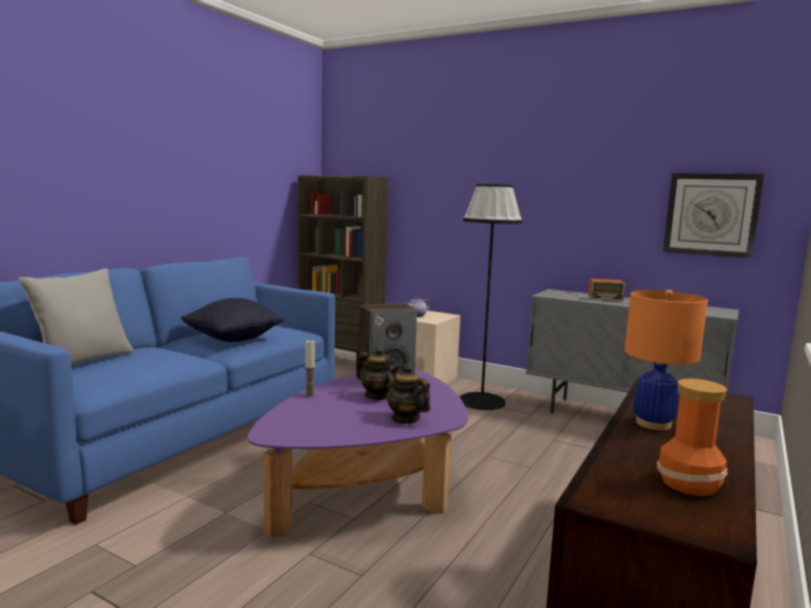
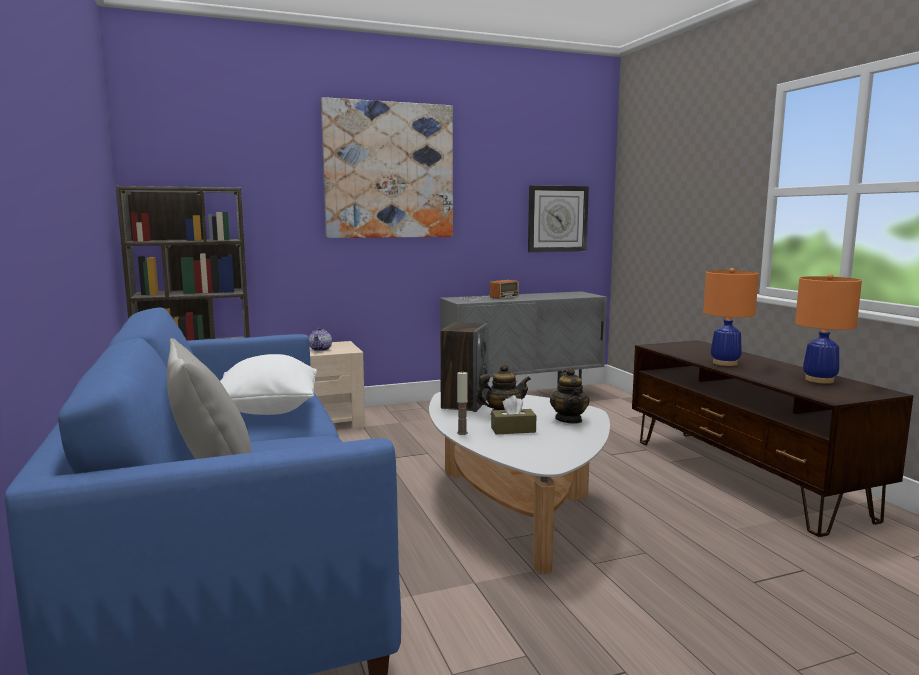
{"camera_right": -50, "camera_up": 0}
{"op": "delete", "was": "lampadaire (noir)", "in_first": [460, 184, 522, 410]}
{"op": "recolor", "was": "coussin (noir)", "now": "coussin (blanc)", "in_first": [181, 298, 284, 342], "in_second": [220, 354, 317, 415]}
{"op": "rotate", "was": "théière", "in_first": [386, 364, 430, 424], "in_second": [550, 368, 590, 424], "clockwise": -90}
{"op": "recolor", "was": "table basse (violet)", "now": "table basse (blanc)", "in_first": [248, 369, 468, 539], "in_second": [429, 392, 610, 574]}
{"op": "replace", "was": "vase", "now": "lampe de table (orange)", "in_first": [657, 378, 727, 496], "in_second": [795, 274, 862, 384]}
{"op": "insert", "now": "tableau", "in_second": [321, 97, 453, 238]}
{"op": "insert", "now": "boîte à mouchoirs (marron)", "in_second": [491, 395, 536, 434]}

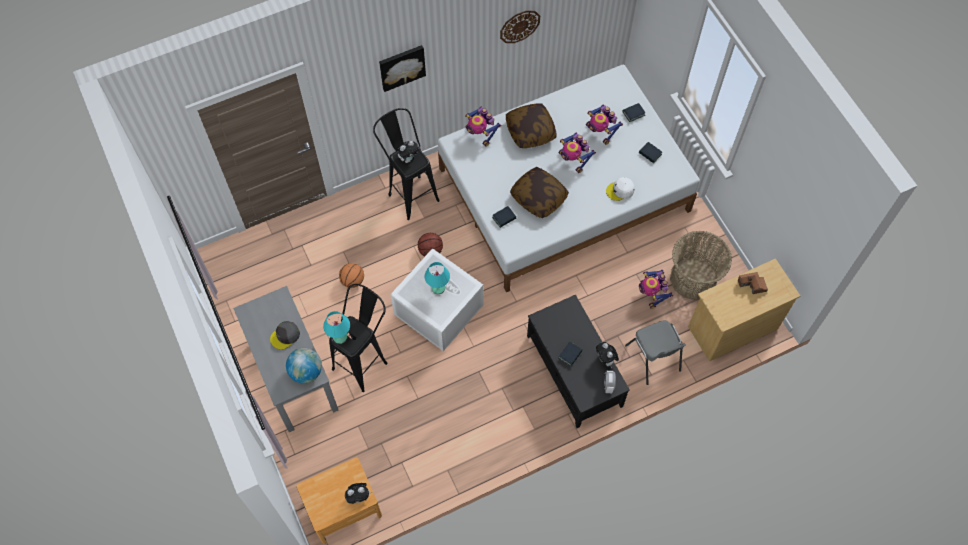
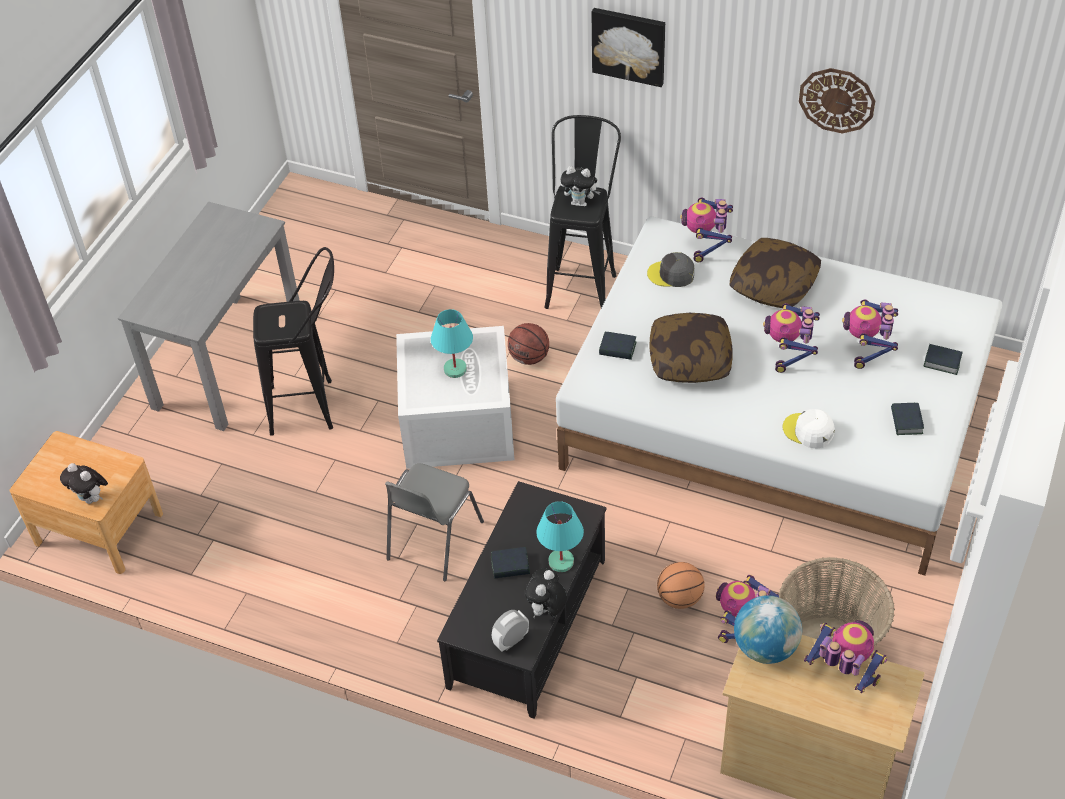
{"camera_right": 50, "camera_up": -15}
{"op": "move", "was": "ballon de basket", "in_first": [339, 263, 364, 288], "in_second": [657, 562, 705, 609]}
{"op": "replace", "was": "maison miniature", "now": "robot jouet", "in_first": [738, 272, 768, 294], "in_second": [804, 620, 887, 693]}
{"op": "move", "was": "lampe de table (turquoise)", "in_first": [323, 311, 350, 344], "in_second": [536, 501, 584, 572]}
{"op": "move", "was": "chaise (gris)", "in_first": [625, 320, 686, 385], "in_second": [385, 463, 484, 581]}
{"op": "move", "was": "casquette (gris)", "in_first": [270, 321, 300, 349], "in_second": [647, 252, 694, 287]}
{"op": "move", "was": "globe", "in_first": [286, 348, 322, 383], "in_second": [734, 595, 802, 664]}

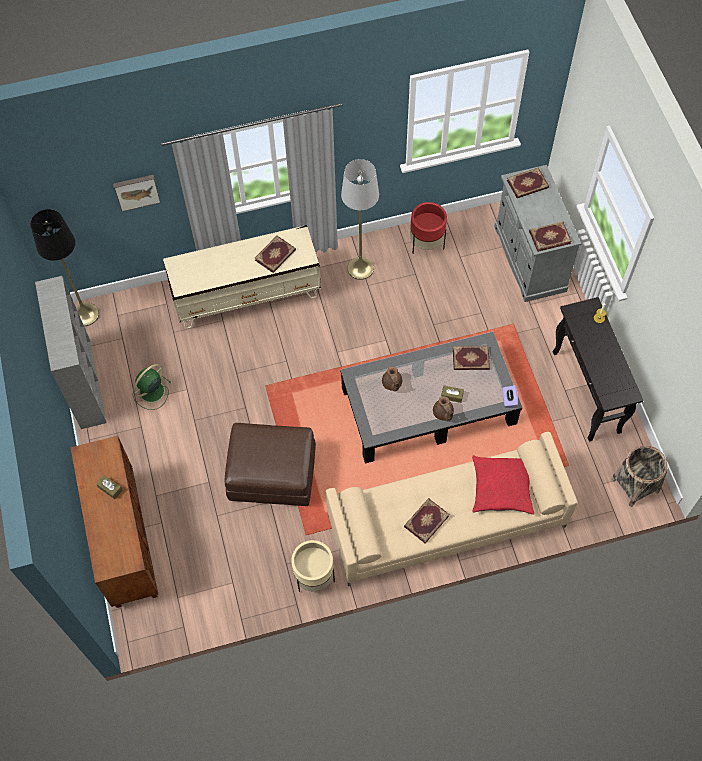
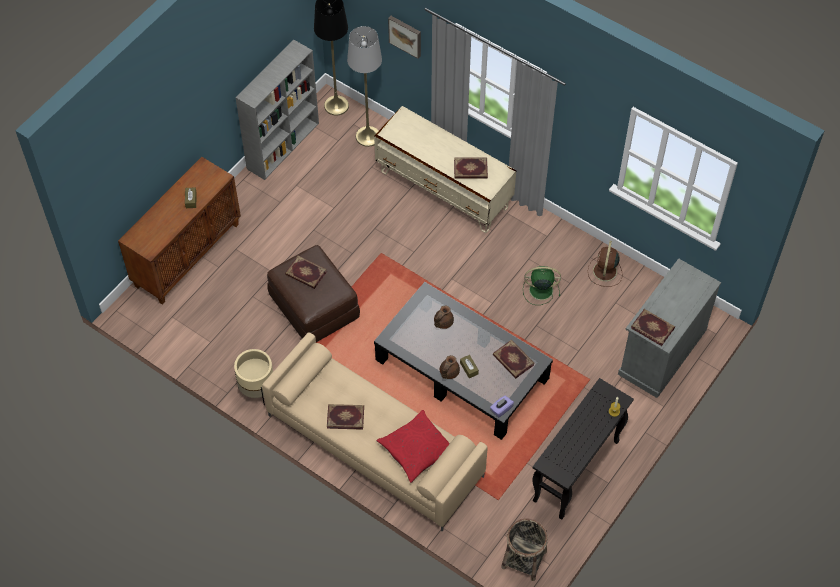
{"camera_right": 50, "camera_up": -5}
{"op": "move", "was": "lampadaire (gris)", "in_first": [341, 159, 379, 280], "in_second": [347, 26, 382, 147]}
{"op": "move", "was": "livre", "in_first": [507, 167, 549, 198], "in_second": [285, 255, 327, 289]}
{"op": "replace", "was": "cache-pot (rouge)", "now": "ventilateur (marron)", "in_first": [410, 202, 447, 253], "in_second": [588, 241, 623, 287]}
{"op": "move", "was": "ventilateur (vert)", "in_first": [133, 364, 171, 410], "in_second": [523, 266, 561, 305]}

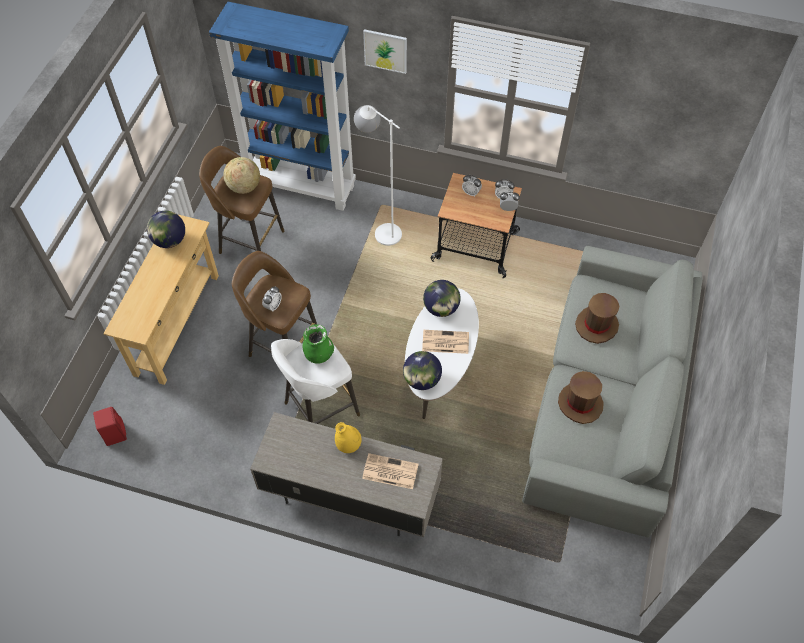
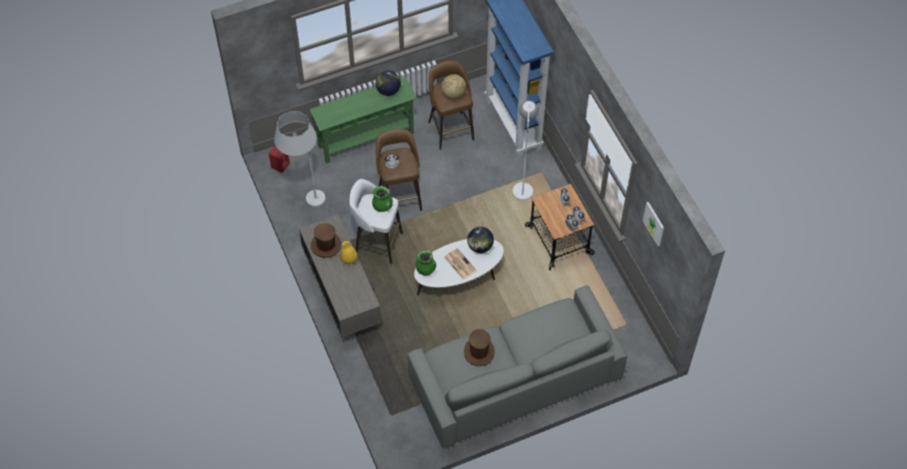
{"camera_right": 50, "camera_up": 0}
{"op": "move", "was": "tableau", "in_first": [363, 29, 407, 74], "in_second": [643, 202, 664, 246]}
{"op": "recolor", "was": "table console (beige)", "now": "table console (vert)", "in_first": [103, 214, 219, 385], "in_second": [309, 77, 417, 164]}
{"op": "move", "was": "chapeau (marron)", "in_first": [575, 293, 619, 344], "in_second": [311, 223, 341, 258]}
{"op": "replace", "was": "globe", "now": "vase (vert)", "in_first": [403, 351, 442, 390], "in_second": [416, 250, 436, 275]}
{"op": "delete", "was": "journal", "in_first": [362, 453, 418, 489]}
{"op": "insert", "now": "lampadaire (blanc)", "in_second": [274, 111, 325, 207]}

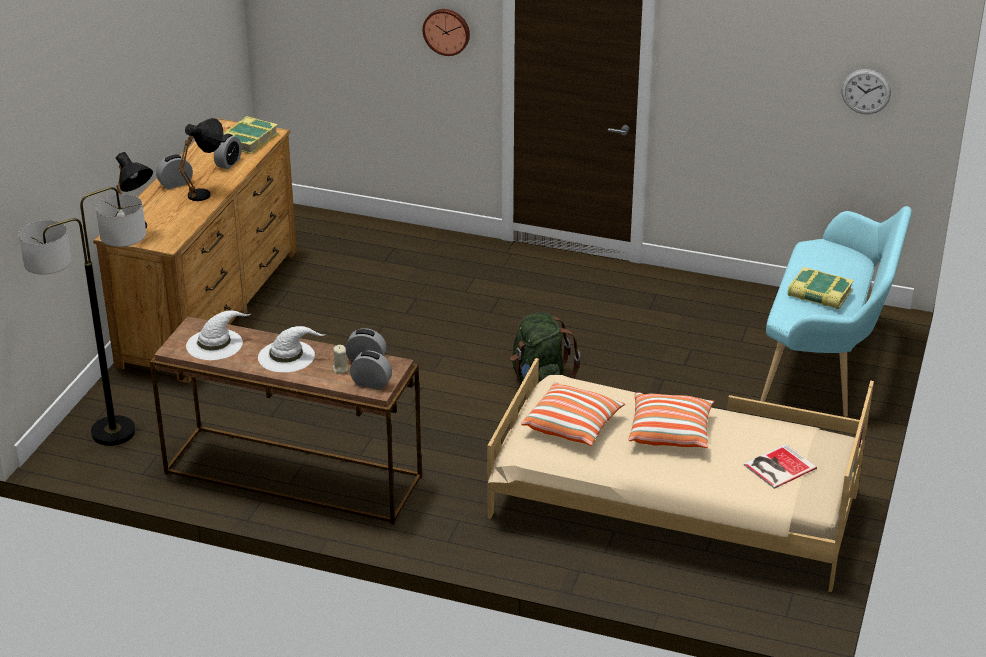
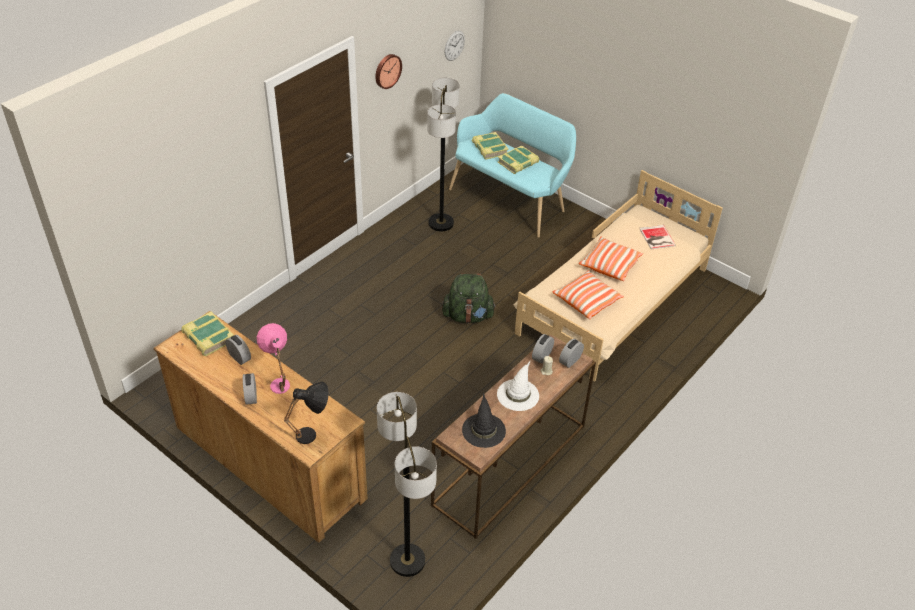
{"camera_right": -70, "camera_up": 10}
{"op": "move", "was": "horloge murale", "in_first": [423, 9, 470, 56], "in_second": [375, 54, 402, 89]}
{"op": "recolor", "was": "lampe de table (noir)", "now": "lampe de table (rose)", "in_first": [179, 118, 223, 201], "in_second": [257, 323, 290, 394]}
{"op": "recolor", "was": "chapeau (blanc)", "now": "chapeau (noir)", "in_first": [186, 310, 252, 360], "in_second": [462, 393, 506, 448]}
{"op": "insert", "now": "lampadaire", "in_second": [427, 78, 460, 231]}
{"op": "insert", "now": "livre", "in_second": [472, 132, 509, 160]}

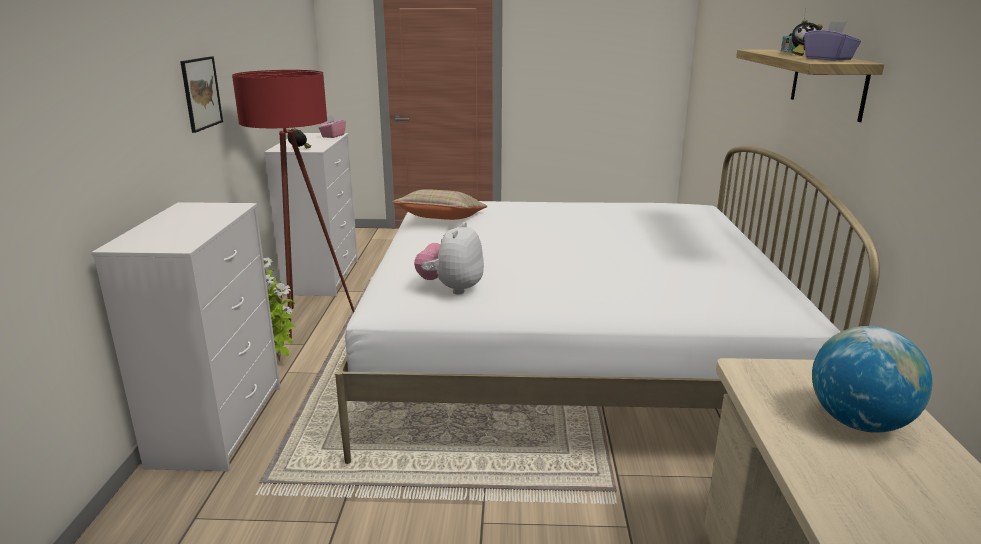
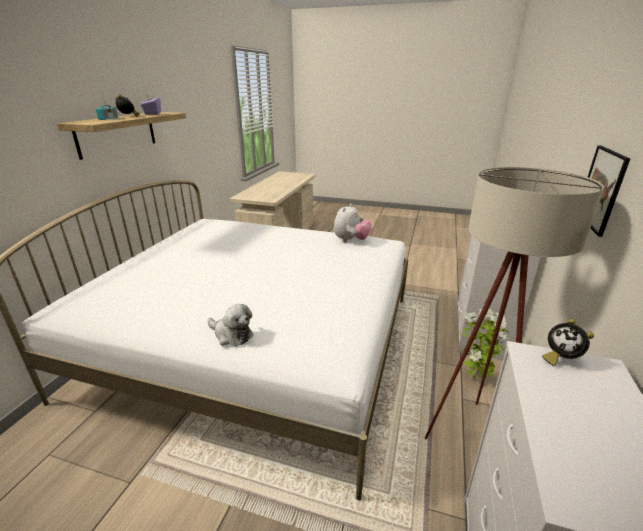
{"camera_right": -165, "camera_up": 5}
{"op": "recolor", "was": "lampadaire (rouge)", "now": "lampadaire (beige)", "in_first": [232, 70, 355, 339], "in_second": [425, 167, 604, 439]}
{"op": "delete", "was": "boîte à mouchoirs (rose)", "in_first": [318, 114, 346, 138]}
{"op": "delete", "was": "coussin (beige)", "in_first": [392, 189, 488, 220]}
{"op": "delete", "was": "globe", "in_first": [812, 326, 932, 433]}
{"op": "insert", "now": "peluche", "in_second": [207, 304, 254, 346]}

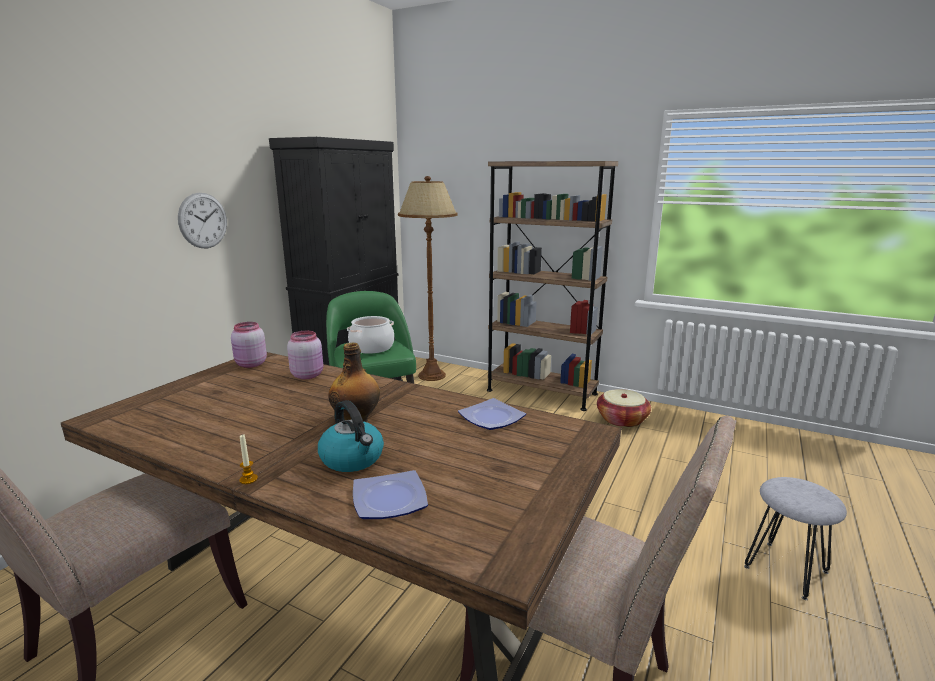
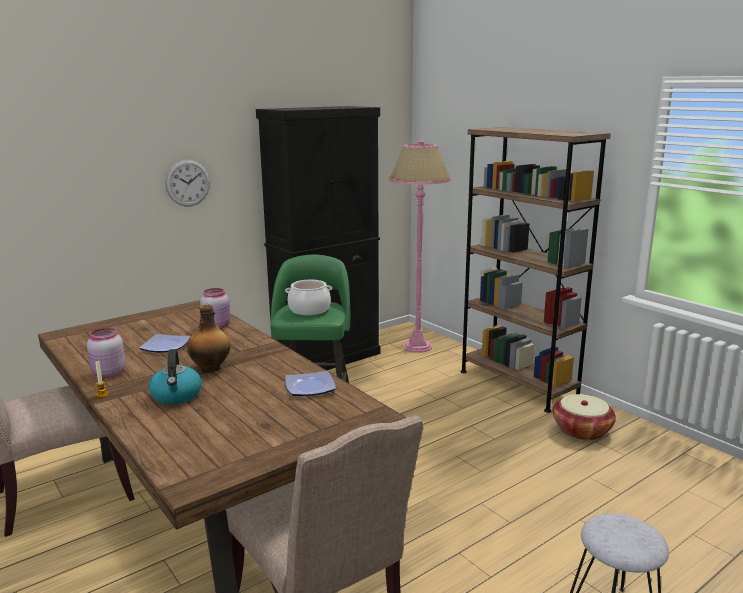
{"camera_right": 25, "camera_up": 0}
{"op": "recolor", "was": "lampadaire (marron)", "now": "lampadaire (rose)", "in_first": [398, 176, 458, 381], "in_second": [389, 140, 451, 353]}
{"op": "move", "was": "bocal (rose)", "in_first": [231, 322, 267, 368], "in_second": [87, 328, 126, 378]}
{"op": "move", "was": "assiette", "in_first": [353, 470, 428, 519], "in_second": [139, 334, 191, 353]}

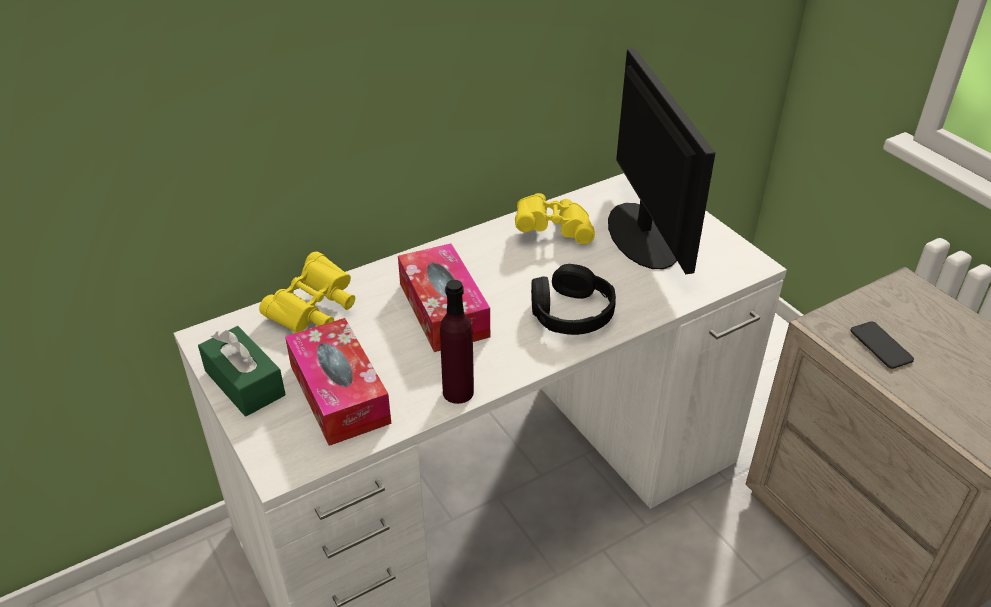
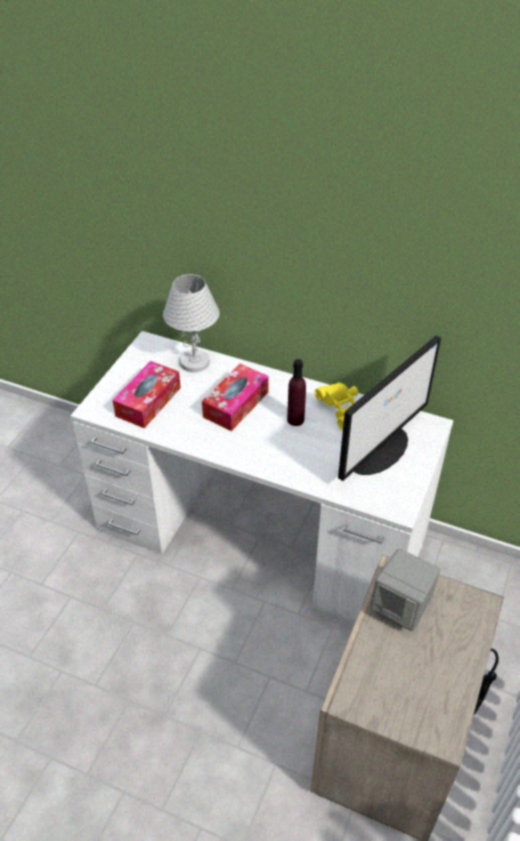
{"camera_right": 55, "camera_up": 5}
{"op": "replace", "was": "jumelles (jaune)", "now": "lampe de table (blanc)", "in_first": [259, 251, 355, 333], "in_second": [163, 274, 219, 373]}
{"op": "delete", "was": "casque audio (noir)", "in_first": [531, 264, 616, 335]}
{"op": "move", "was": "bouteille (violet)", "in_first": [440, 280, 474, 404], "in_second": [287, 359, 306, 426]}
{"op": "replace", "was": "téléphone", "now": "enceinte (gris)", "in_first": [850, 321, 914, 369], "in_second": [370, 549, 440, 631]}
{"op": "delete", "was": "boîte à mouchoirs (vert)", "in_first": [198, 326, 286, 416]}

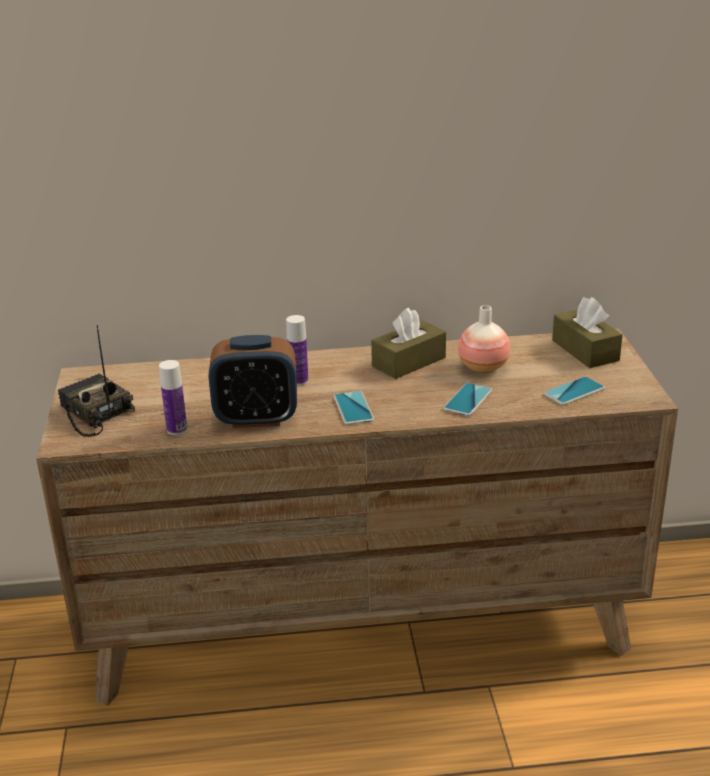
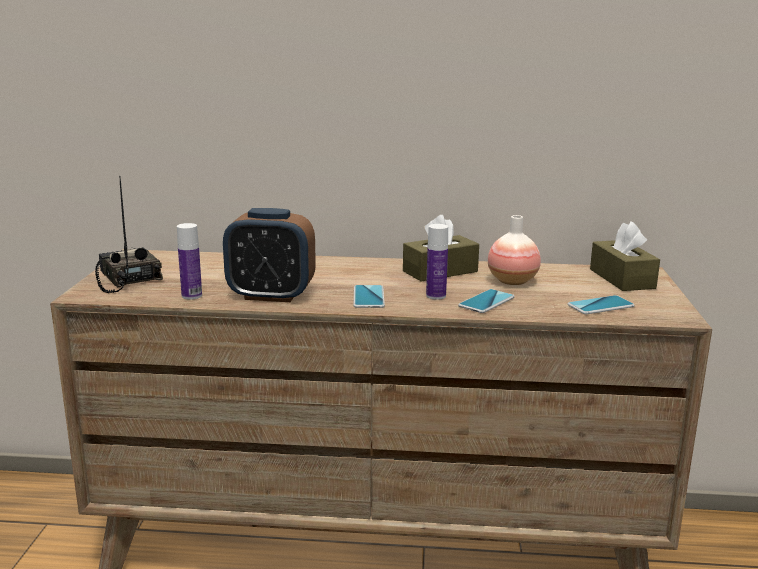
{"camera_right": 10, "camera_up": -10}
{"op": "move", "was": "bouteille", "in_first": [286, 315, 308, 386], "in_second": [426, 224, 448, 300]}

